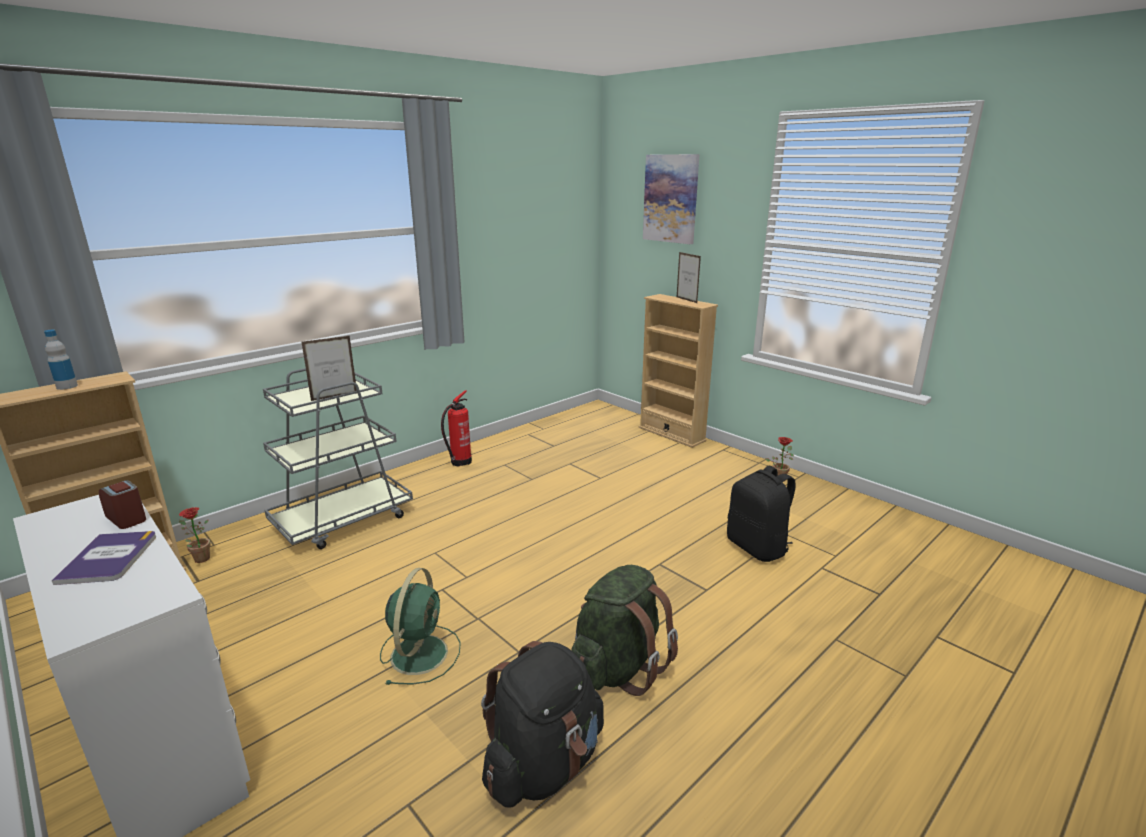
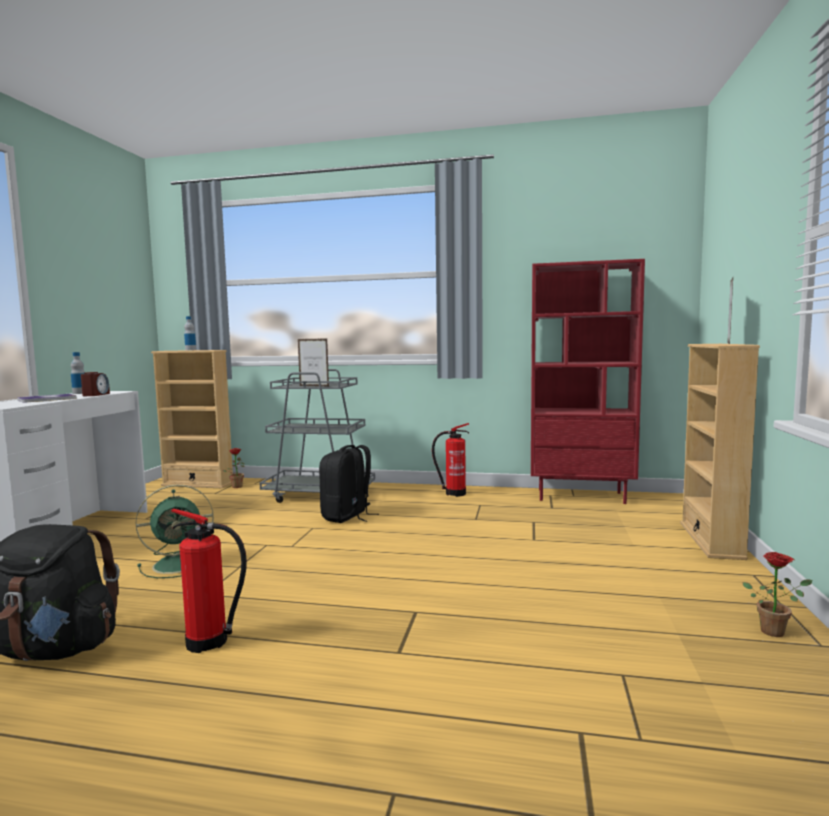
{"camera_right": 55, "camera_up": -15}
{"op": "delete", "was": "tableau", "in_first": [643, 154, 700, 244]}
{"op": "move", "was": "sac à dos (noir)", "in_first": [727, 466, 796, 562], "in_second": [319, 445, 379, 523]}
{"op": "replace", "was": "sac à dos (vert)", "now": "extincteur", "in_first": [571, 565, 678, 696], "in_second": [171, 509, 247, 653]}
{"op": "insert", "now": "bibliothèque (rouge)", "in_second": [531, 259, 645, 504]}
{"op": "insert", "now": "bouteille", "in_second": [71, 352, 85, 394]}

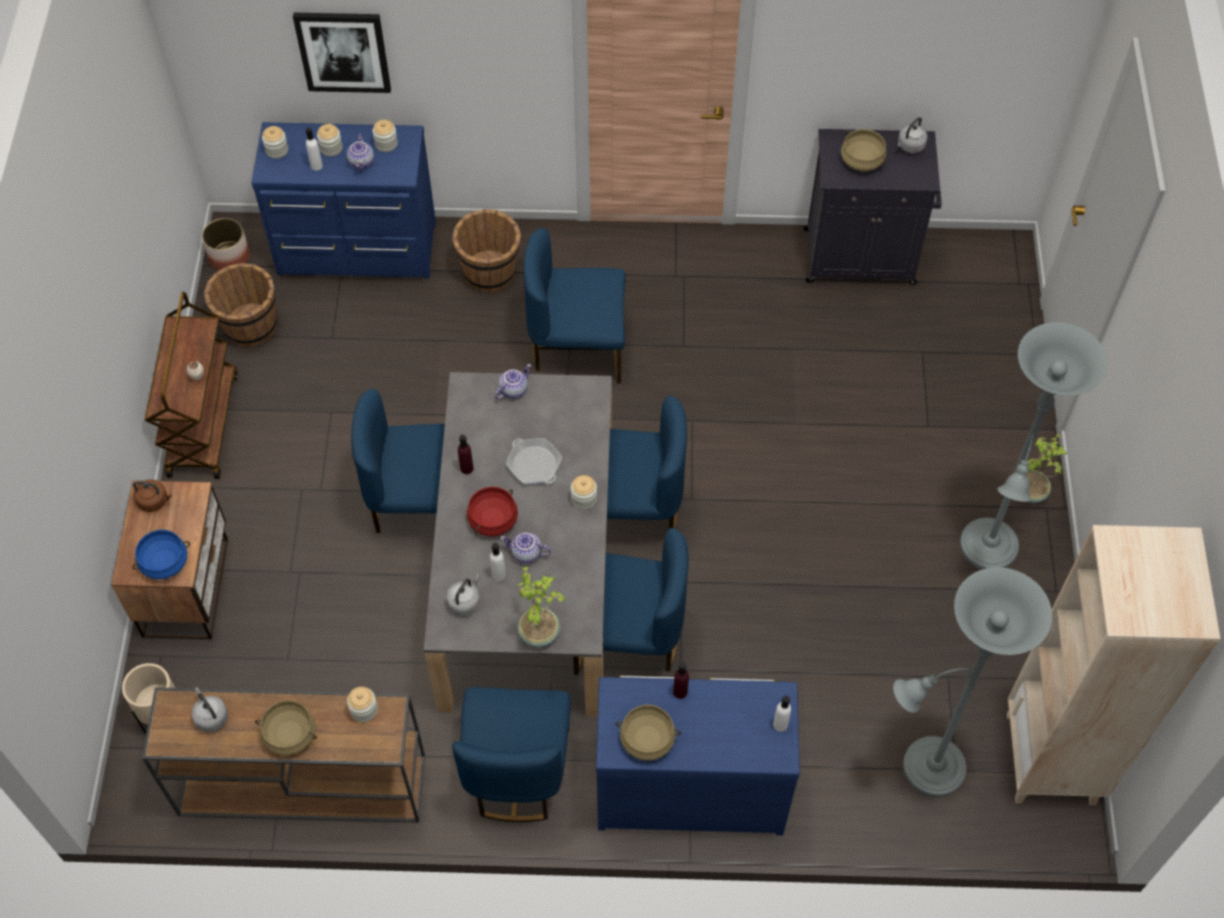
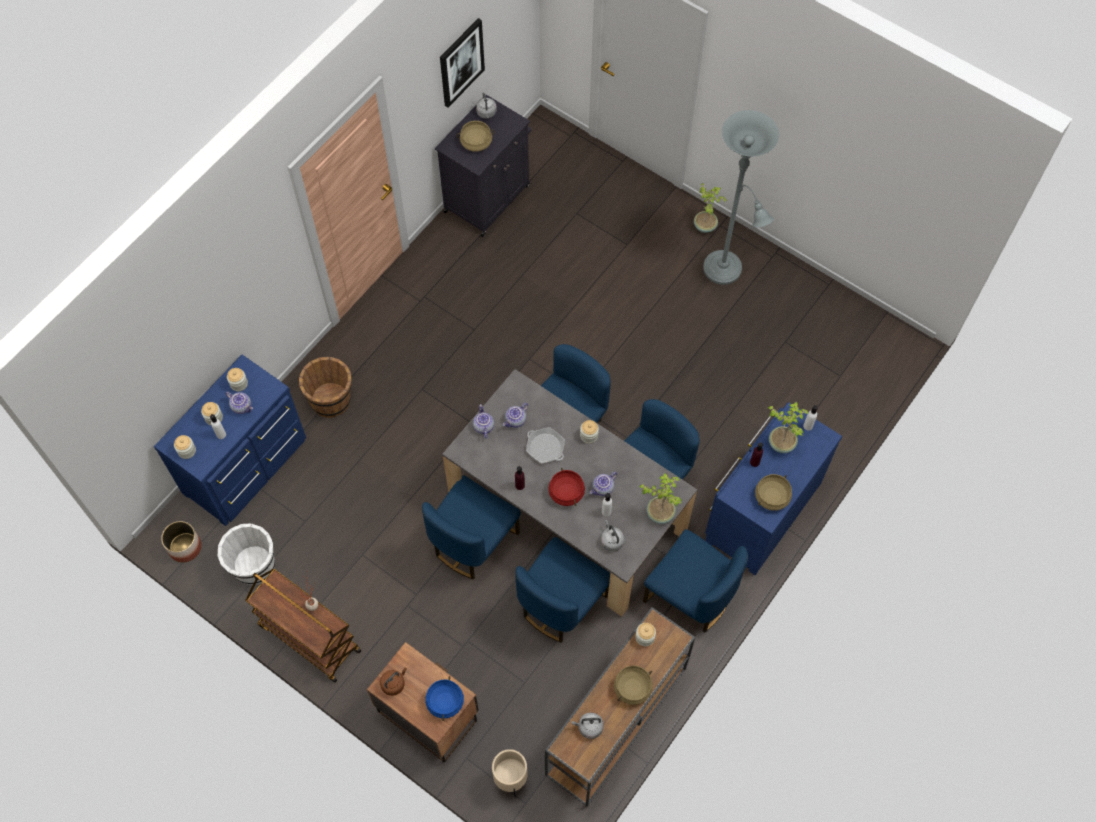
{"camera_right": -55, "camera_up": 5}
{"op": "move", "was": "tableau", "in_first": [293, 13, 391, 93], "in_second": [440, 18, 485, 107]}
{"op": "move", "was": "chaise (bleu)", "in_first": [523, 228, 626, 383], "in_second": [515, 537, 610, 643]}
{"op": "recolor", "was": "seau (marron)", "now": "seau (blanc)", "in_first": [204, 263, 277, 347], "in_second": [218, 523, 275, 585]}
{"op": "rotate", "was": "poêle", "in_first": [506, 438, 562, 484], "in_second": [526, 427, 565, 463], "clockwise": 45}
{"op": "delete", "was": "bibliothèque (beige)", "in_first": [1007, 525, 1220, 806]}
{"op": "delete", "was": "lampadaire (gris)", "in_first": [893, 567, 1052, 797]}
{"op": "insert", "now": "plante en pot", "in_second": [768, 402, 809, 453]}
{"op": "insert", "now": "théière", "in_second": [503, 403, 528, 428]}

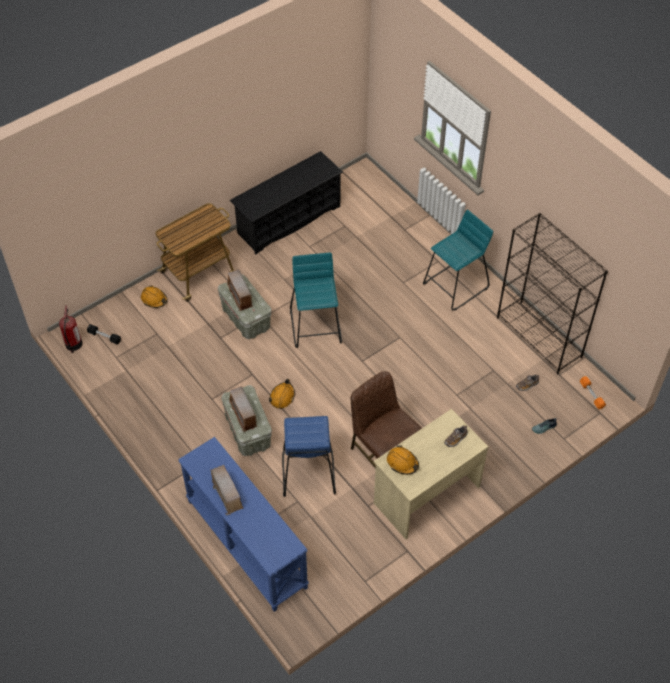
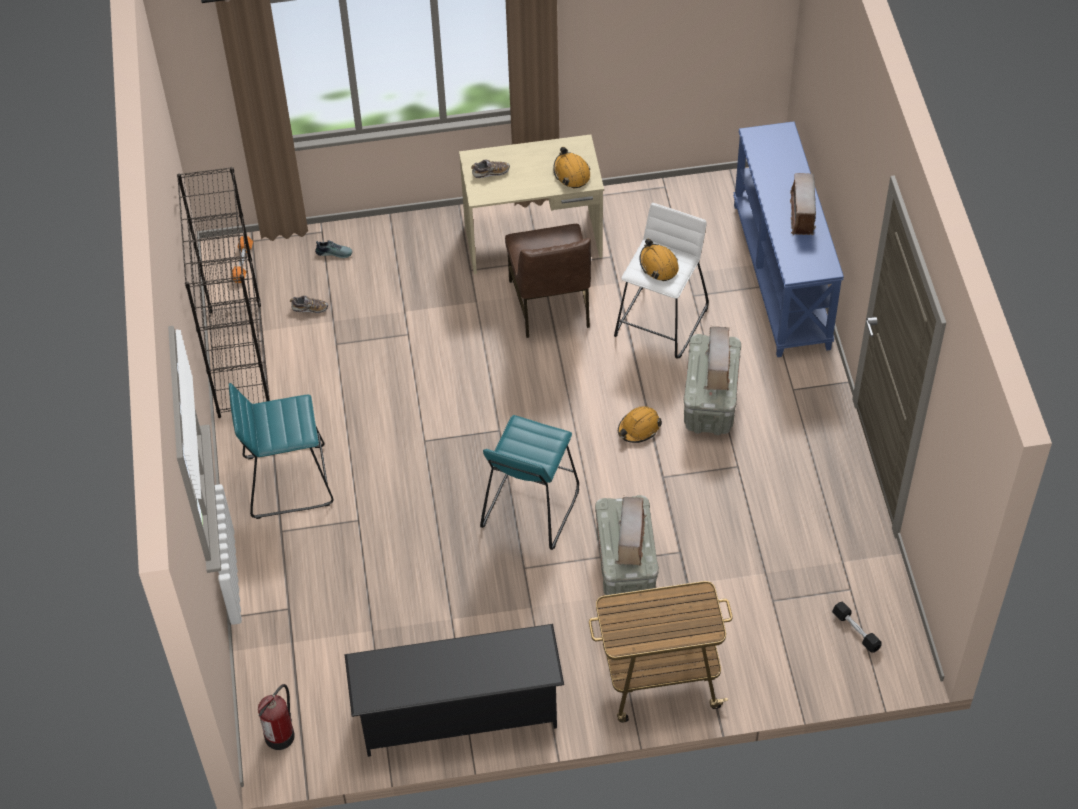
{"camera_right": -150, "camera_up": 0}
{"op": "move", "was": "casque de chantier (orange)", "in_first": [141, 285, 168, 308], "in_second": [640, 239, 679, 281]}
{"op": "move", "was": "extincteur", "in_first": [59, 305, 83, 353], "in_second": [258, 684, 295, 750]}
{"op": "recolor", "was": "tabouret (bleu)", "now": "tabouret (blanc)", "in_first": [282, 416, 336, 497], "in_second": [614, 203, 709, 359]}

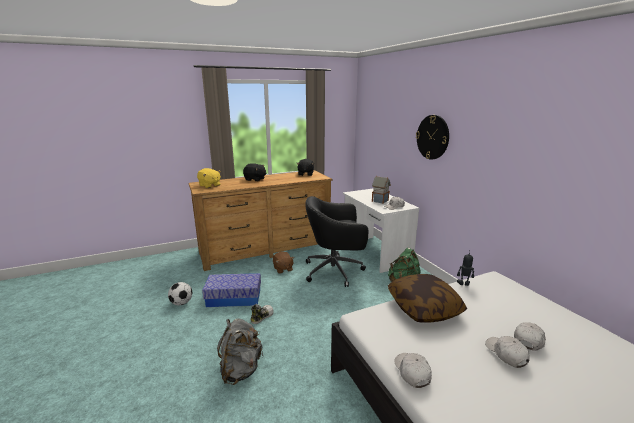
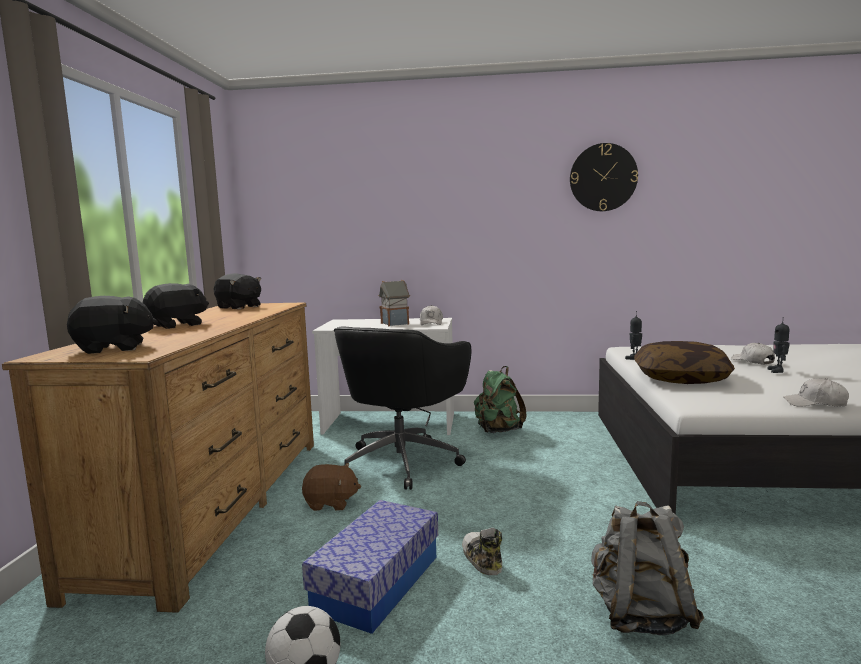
{"camera_right": -60, "camera_up": -10}
{"op": "move", "was": "horloge murale", "in_first": [416, 115, 449, 160], "in_second": [570, 143, 638, 211]}
{"op": "recolor", "was": "peluche (jaune)", "now": "peluche (noir)", "in_first": [197, 168, 221, 188], "in_second": [67, 296, 158, 354]}
{"op": "replace", "was": "casquette (blanc)", "now": "robot jouet", "in_first": [485, 336, 530, 368], "in_second": [767, 317, 790, 373]}

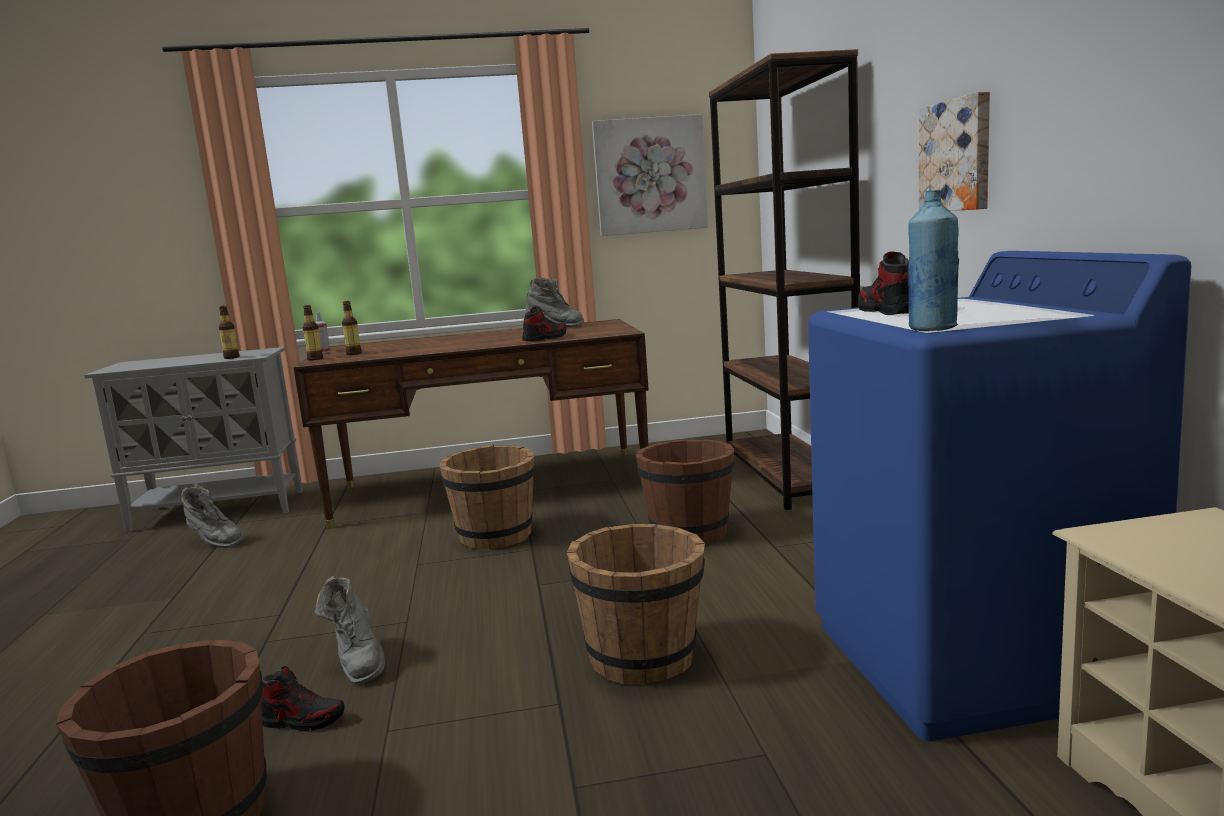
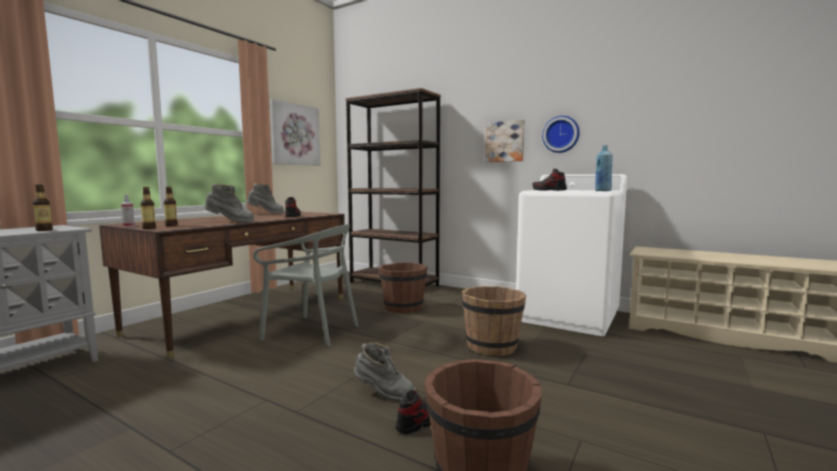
{"camera_right": -50, "camera_up": -5}
{"op": "recolor", "was": "lave-linge (bleu)", "now": "lave-linge (blanc)", "in_first": [808, 251, 1191, 741], "in_second": [516, 174, 627, 336]}
{"op": "replace", "was": "seau (marron)", "now": "chaise (gris)", "in_first": [440, 445, 535, 550], "in_second": [253, 224, 358, 347]}
{"op": "move", "was": "botte (gris)", "in_first": [181, 487, 245, 548], "in_second": [204, 184, 254, 222]}
{"op": "insert", "now": "horloge murale", "in_second": [542, 116, 580, 153]}

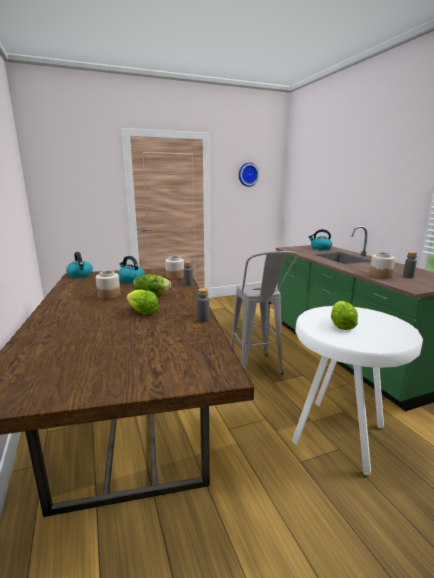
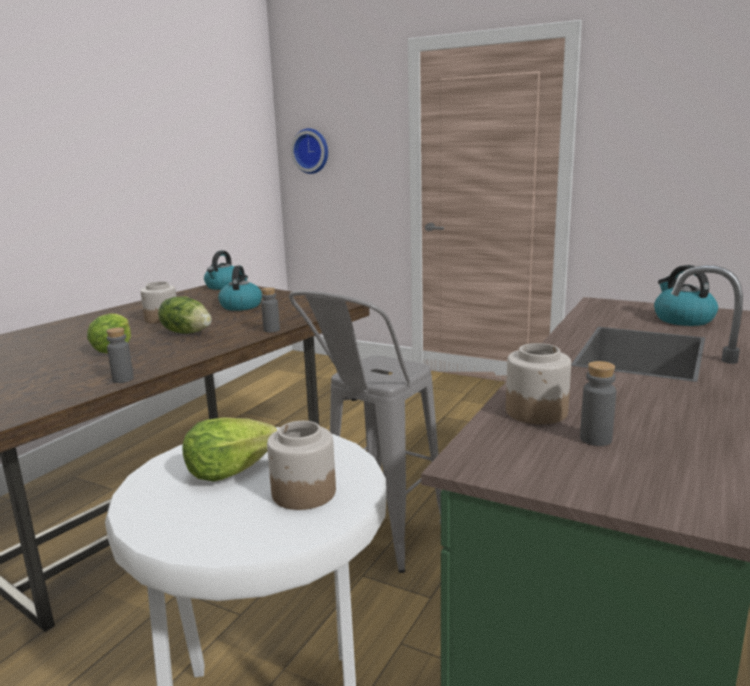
{"camera_right": 50, "camera_up": 0}
{"op": "move", "was": "horloge murale", "in_first": [239, 163, 259, 187], "in_second": [291, 128, 328, 174]}
{"op": "move", "was": "bocal", "in_first": [165, 256, 184, 279], "in_second": [267, 421, 336, 510]}

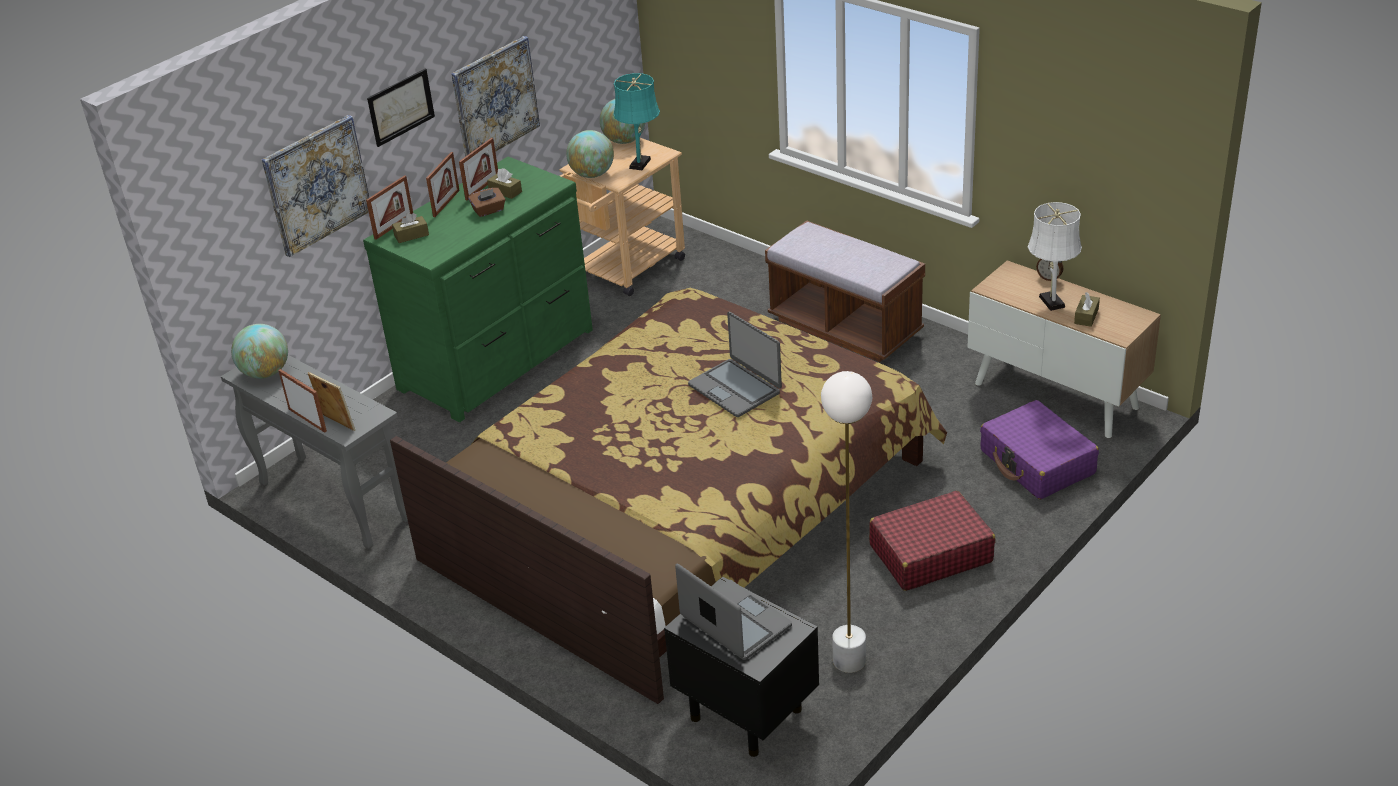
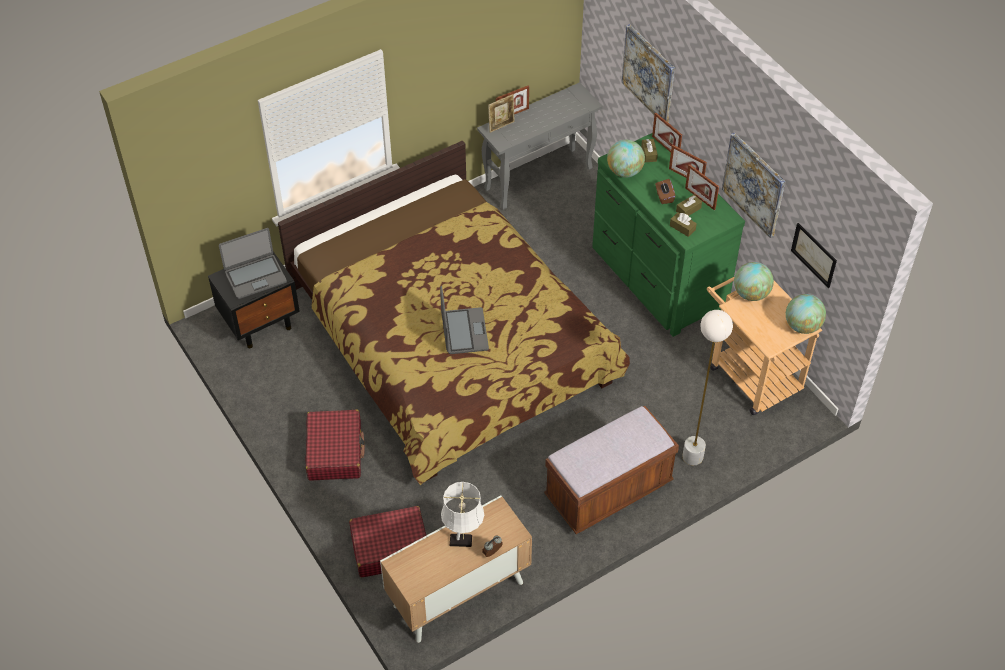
{"camera_right": 105, "camera_up": 15}
{"op": "move", "was": "tableau", "in_first": [367, 69, 435, 147], "in_second": [791, 223, 837, 288]}
{"op": "delete", "was": "lampe de table (turquoise)", "in_first": [613, 73, 660, 170]}
{"op": "move", "was": "boîte à mouchoirs (marron)", "in_first": [1074, 292, 1100, 327], "in_second": [670, 212, 697, 237]}
{"op": "rotate", "was": "ordinateur portable", "in_first": [688, 311, 782, 417], "in_second": [440, 286, 489, 354], "clockwise": 105}
{"op": "move", "was": "globe", "in_first": [231, 324, 288, 379], "in_second": [607, 140, 645, 177]}
{"op": "move", "was": "lampadaire (blanc)", "in_first": [821, 371, 872, 673], "in_second": [682, 310, 733, 465]}
{"op": "recolor", "was": "valise (violet)", "now": "valise (rouge)", "in_first": [980, 400, 1099, 499], "in_second": [349, 506, 426, 578]}

